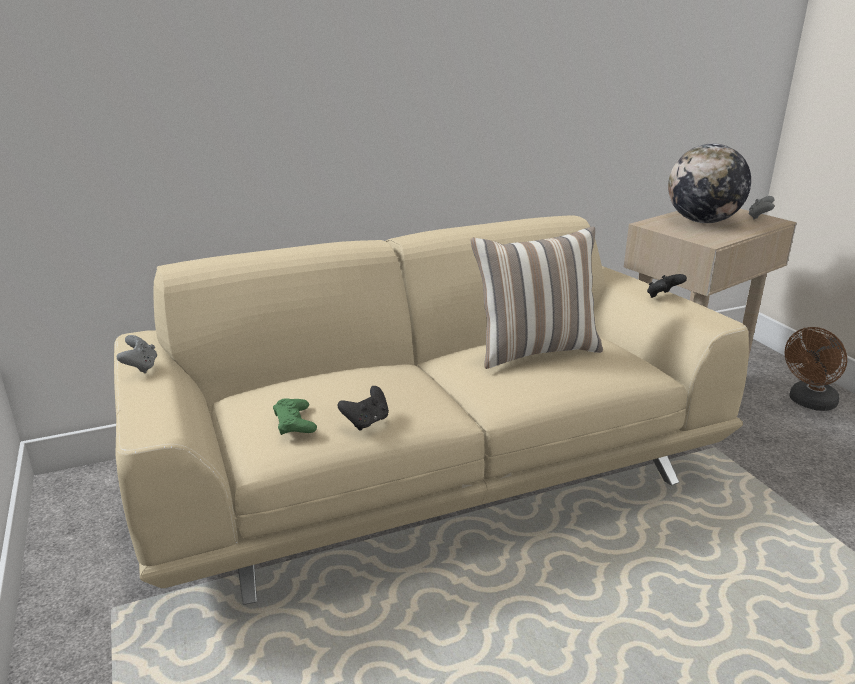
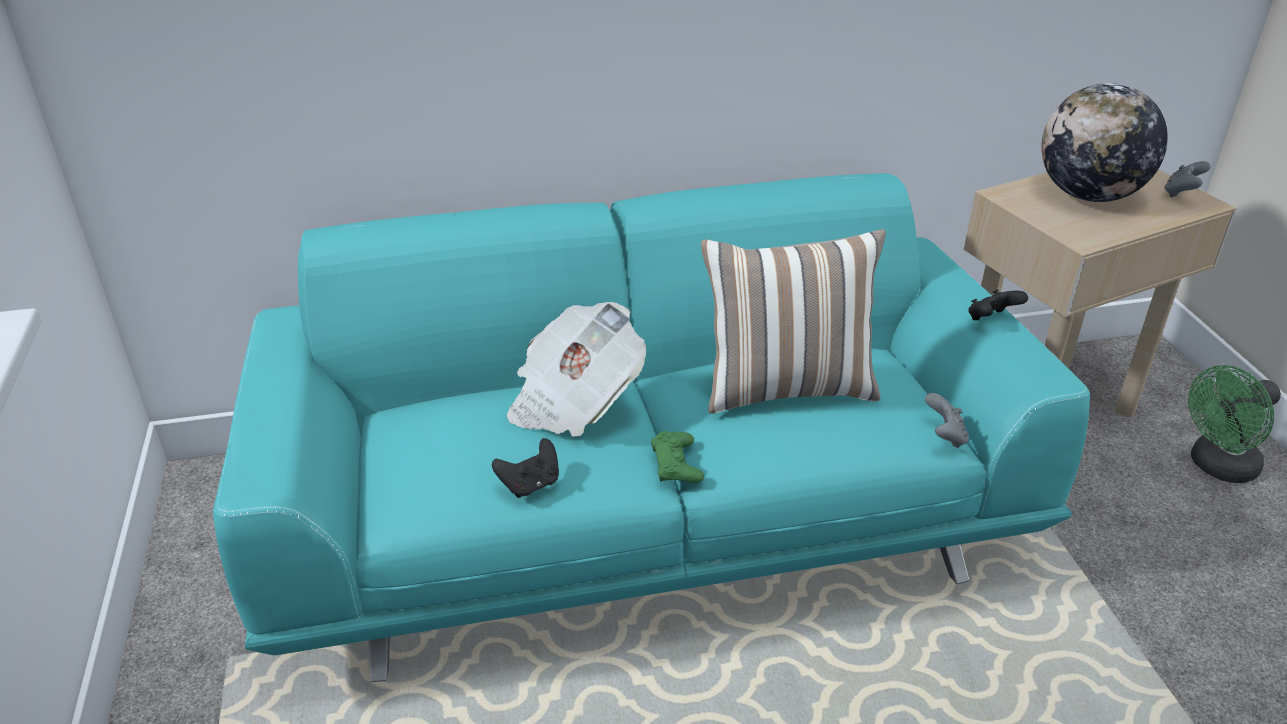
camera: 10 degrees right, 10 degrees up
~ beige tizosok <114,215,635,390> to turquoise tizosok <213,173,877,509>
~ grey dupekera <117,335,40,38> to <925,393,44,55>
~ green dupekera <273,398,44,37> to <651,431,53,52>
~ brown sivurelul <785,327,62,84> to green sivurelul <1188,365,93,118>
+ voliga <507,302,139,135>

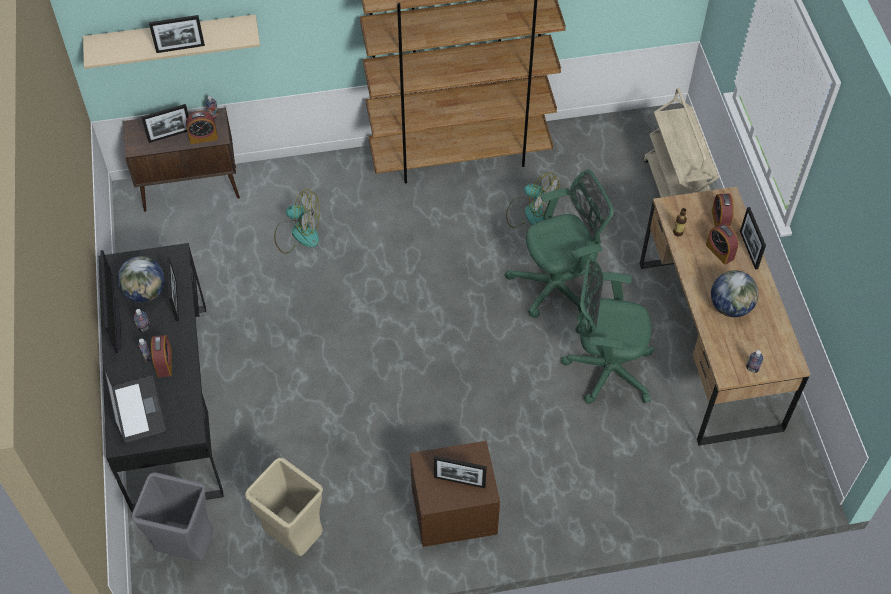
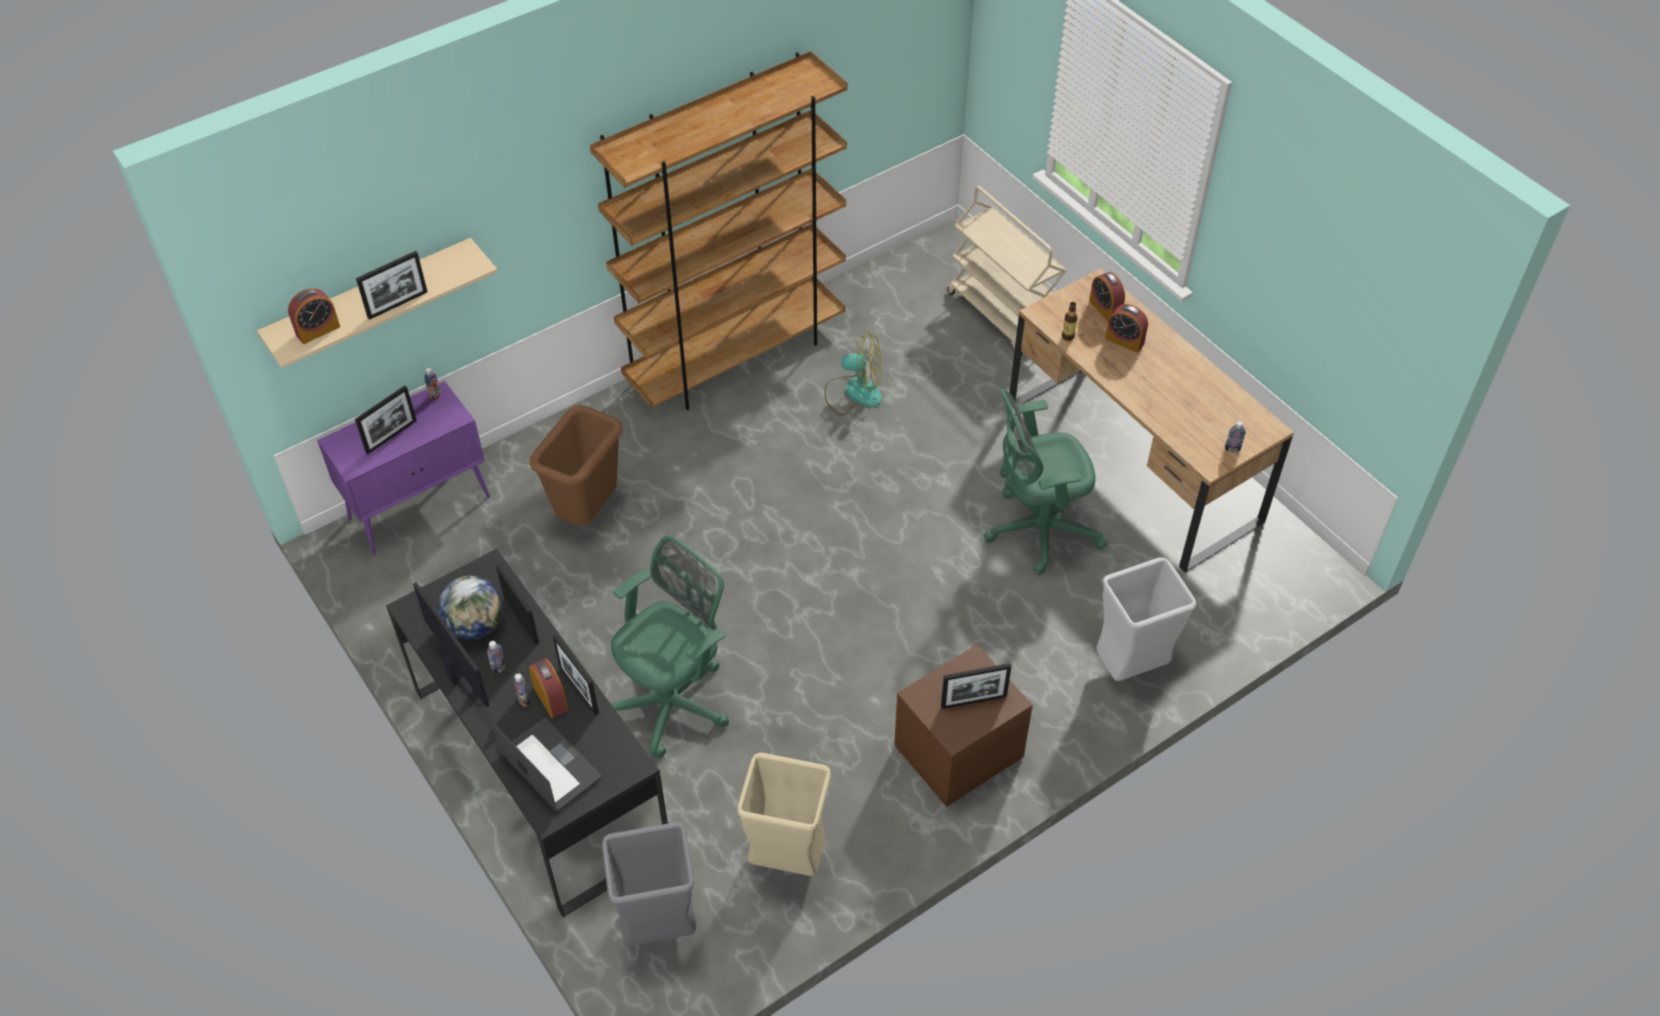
camera: 25 degrees left, 5 degrees down
~ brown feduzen <123,107,117,105> to purple feduzen <317,381,173,174>
~ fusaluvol <186,111,32,33> to <288,288,52,56>
~ sivurelul <274,189,46,65> to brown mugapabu <530,405,92,120>
~ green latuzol <505,170,109,148> to <611,535,118,223>
- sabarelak <711,271,48,46>
~ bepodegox <740,207,26,63> to <553,634,46,81>
+ grey mugapabu <1097,557,100,124>

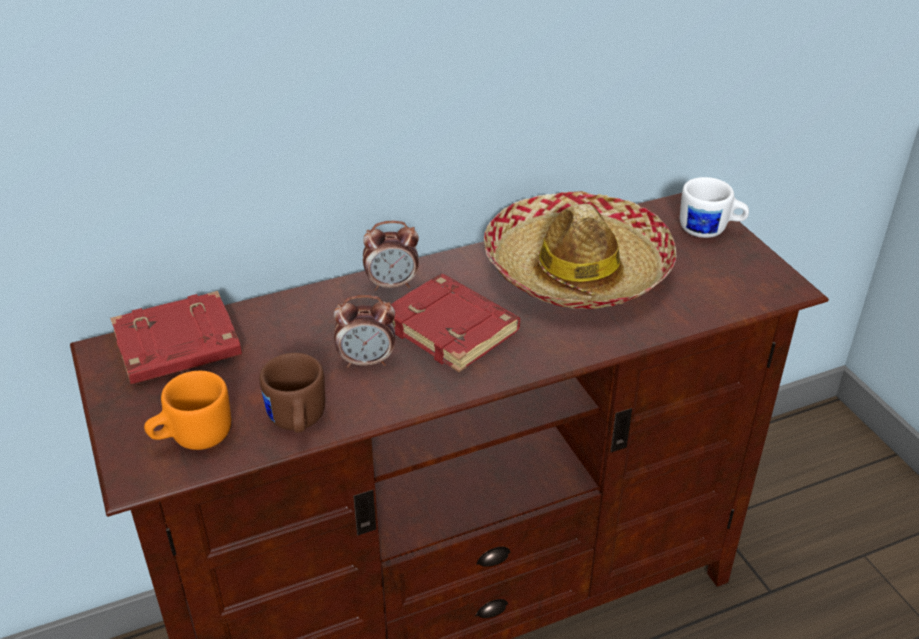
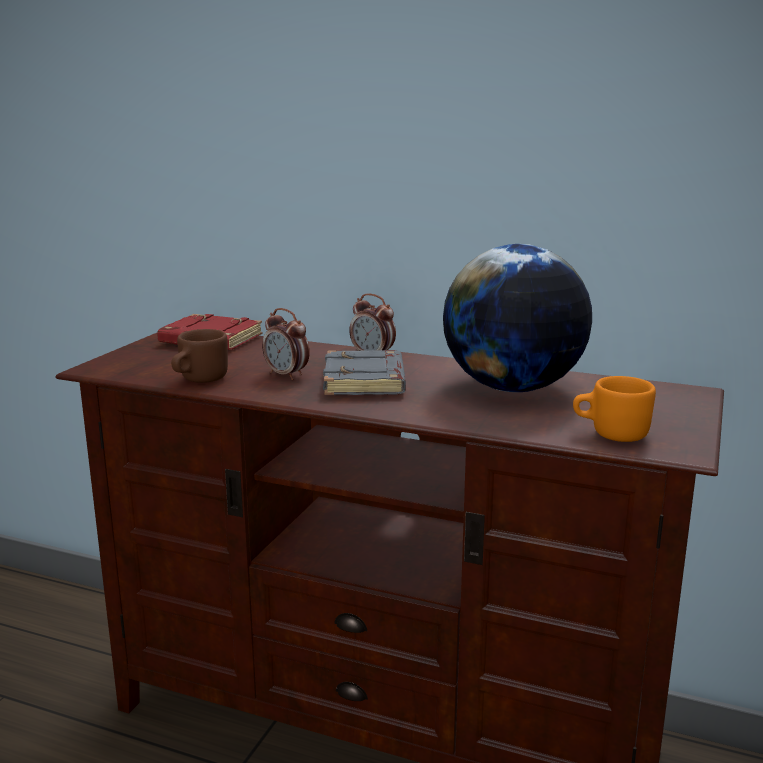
camera: 45 degrees right, 20 degrees down
~ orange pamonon <144,371,87,79> to <573,376,83,66>
~ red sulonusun <391,274,129,98> to grey sulonusun <323,350,83,45>
~ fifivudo <484,191,192,118> to sabarelak <443,244,149,148>
- white pamonon <680,177,69,61>

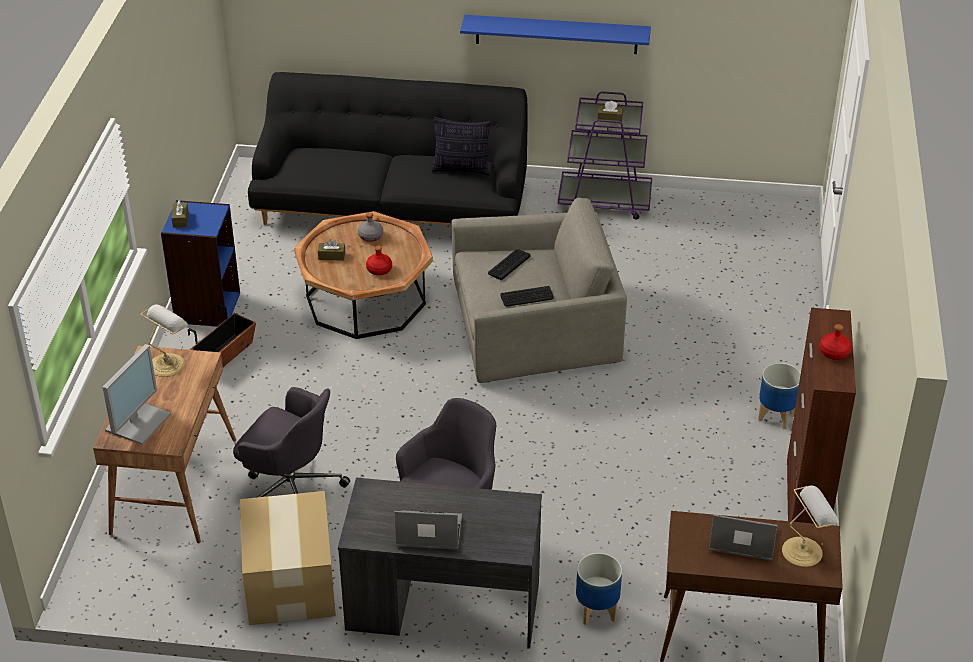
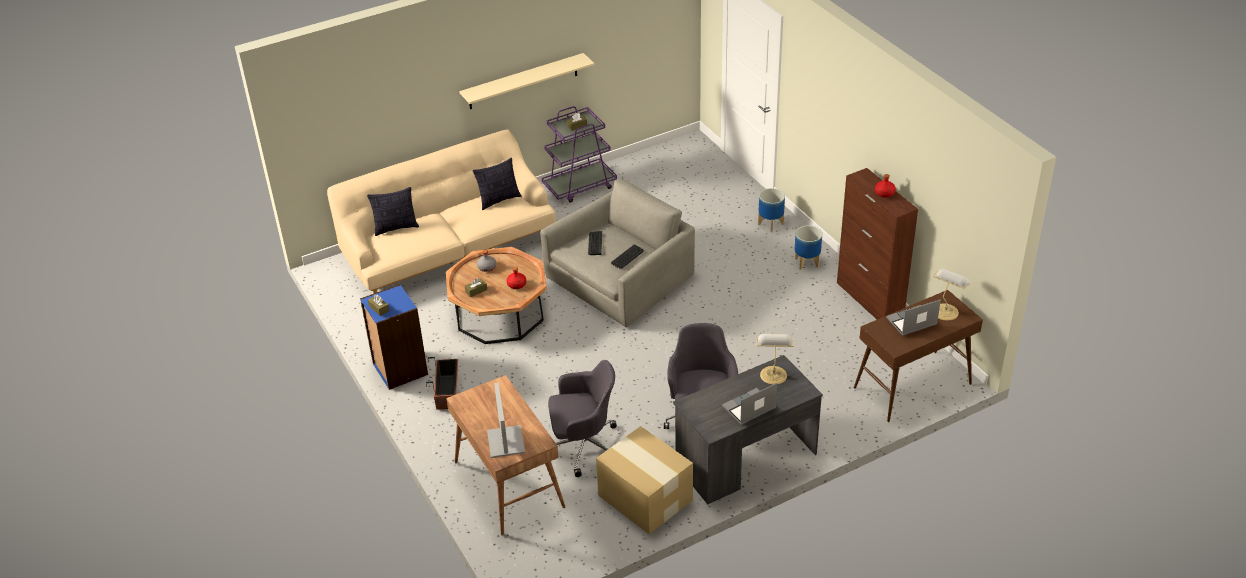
camera: 35 degrees left, 0 degrees up
~ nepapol <141,305,47,72> to <756,334,38,51>
~ black tizosok <248,72,280,153> to beige tizosok <327,130,229,164>
~ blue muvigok <460,15,191,39> to beige muvigok <459,53,136,56>
~ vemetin <576,553,46,72> to <758,188,27,44>
+ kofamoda <367,187,52,49>

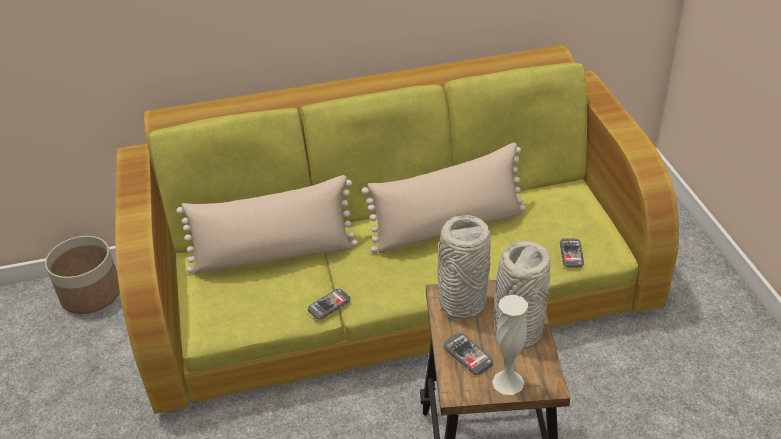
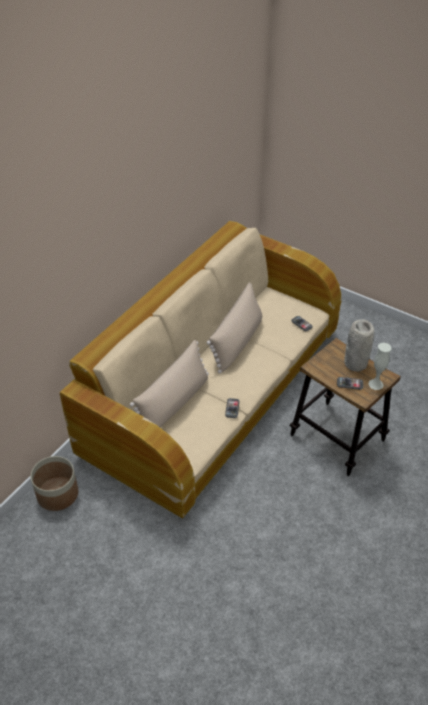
camera: 45 degrees left, 5 degrees up
~ green tizosok <115,45,564,369> to beige tizosok <60,221,282,297>
- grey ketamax <437,215,54,104>

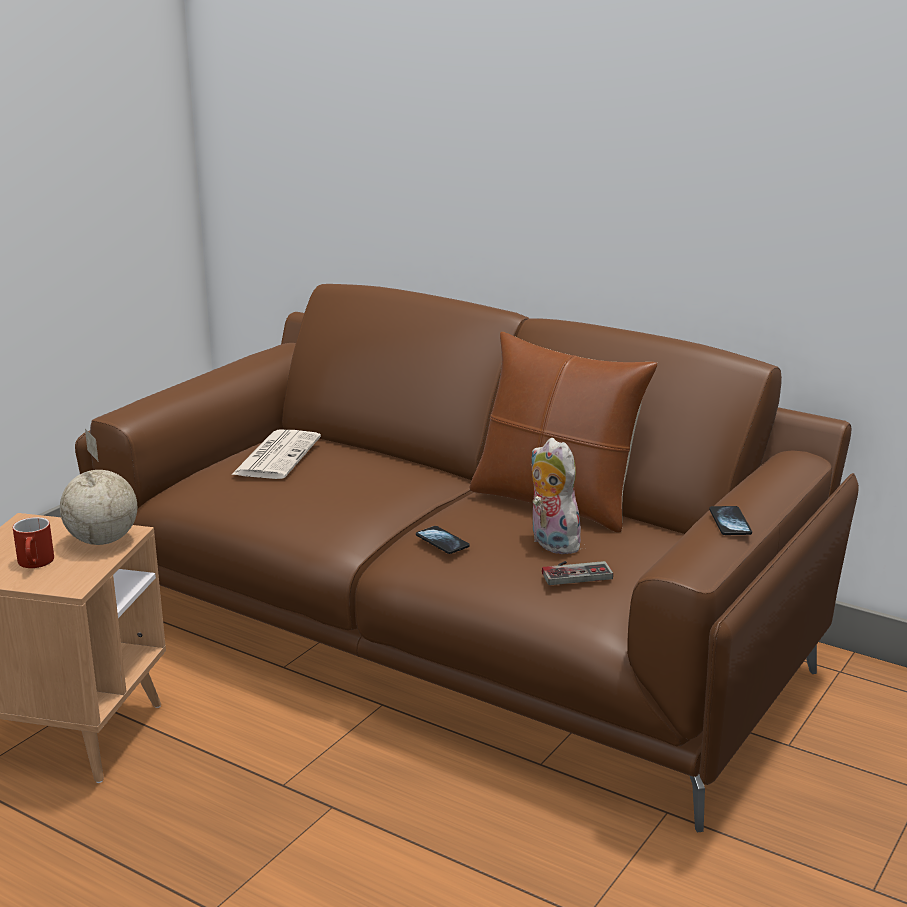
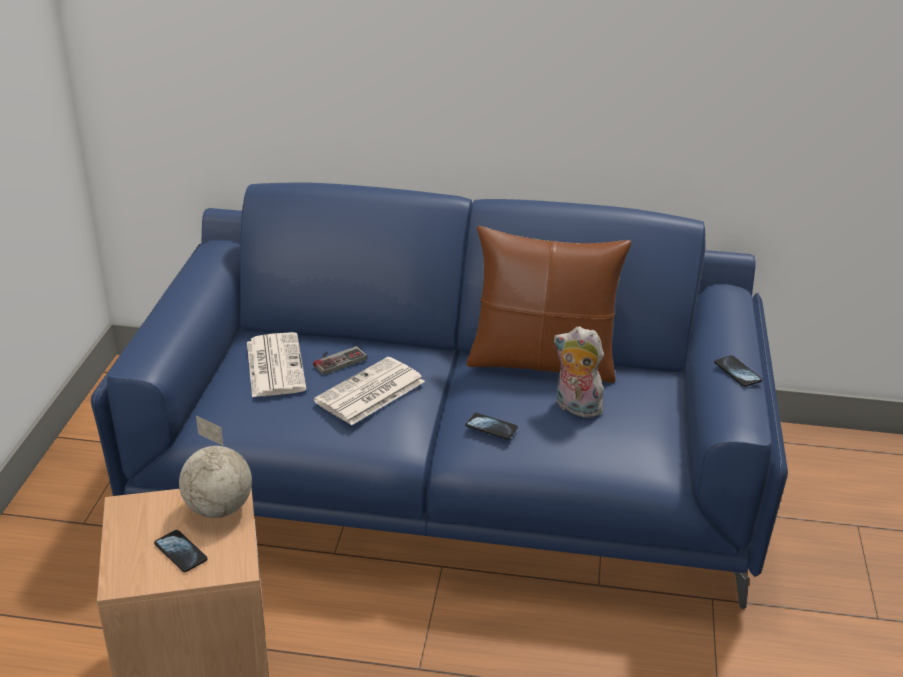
camera: 25 degrees left, 10 degrees up
~ red pamonon <13,517,41,51> to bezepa <154,530,54,42>
~ brown tizosok <75,284,784,548> to blue tizosok <91,183,697,426>
~ dupekera <542,561,71,24> to <313,346,54,29>
+ voliga <314,357,111,68>

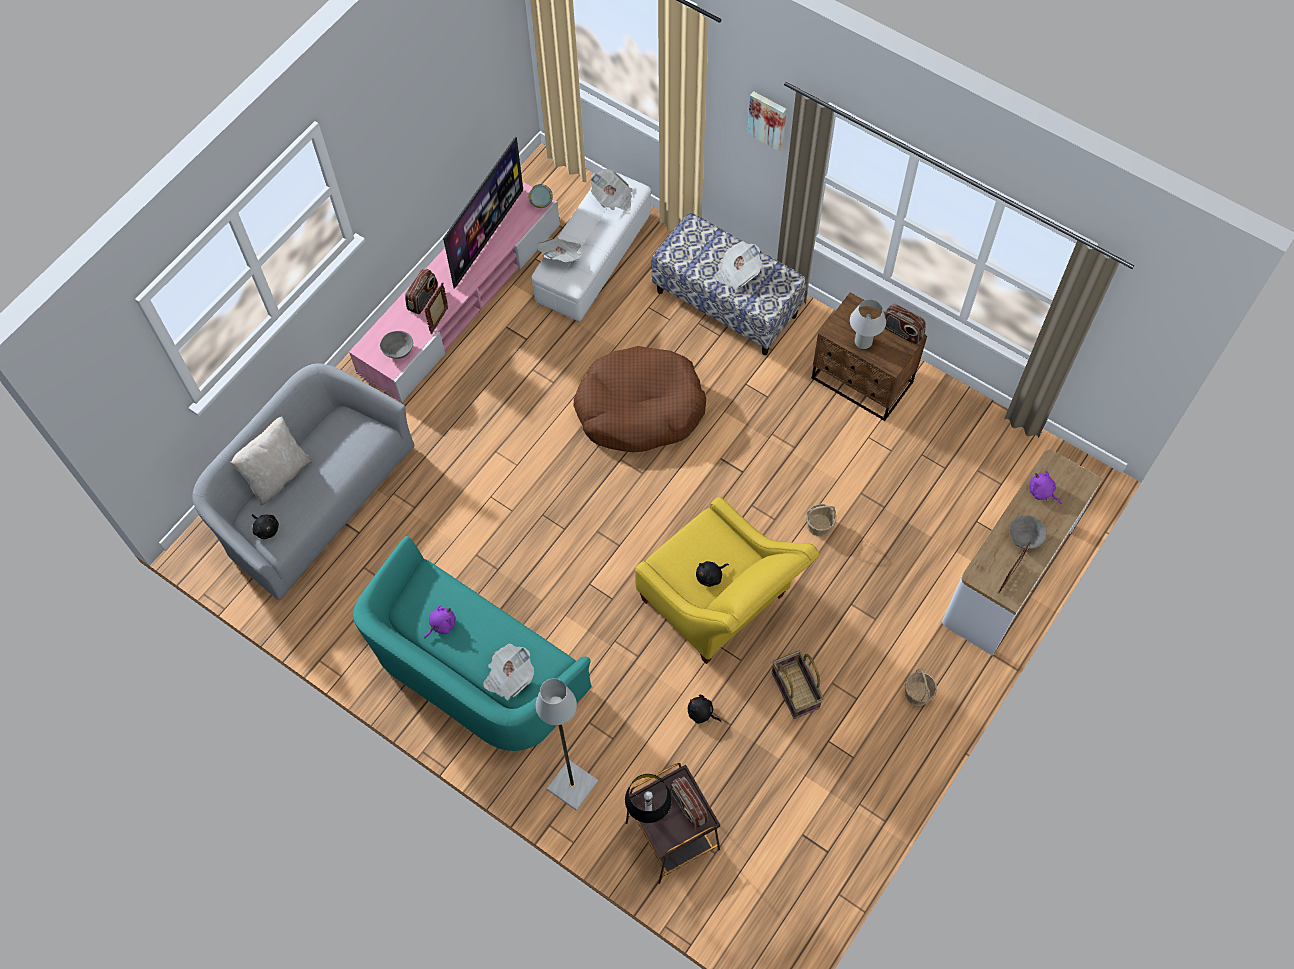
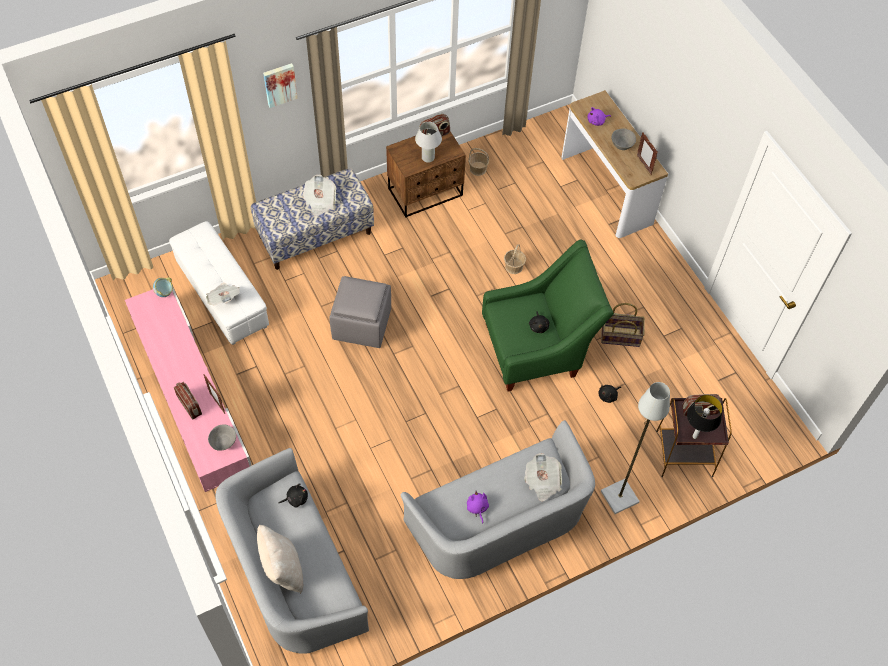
camera: 65 degrees left, 5 degrees down
~ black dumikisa <252,514,27,25> to <279,484,29,24>
~ turquoise tizosok <353,536,238,215> to grey tizosok <401,420,194,159>
- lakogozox <443,137,80,152>
~ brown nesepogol <573,346,133,106> to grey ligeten <329,276,62,72>
- voliga <590,169,43,42>
~ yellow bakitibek <635,497,184,167> to green bakitibek <482,240,132,151>
~ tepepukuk <905,668,32,38> to <468,148,21,28>

